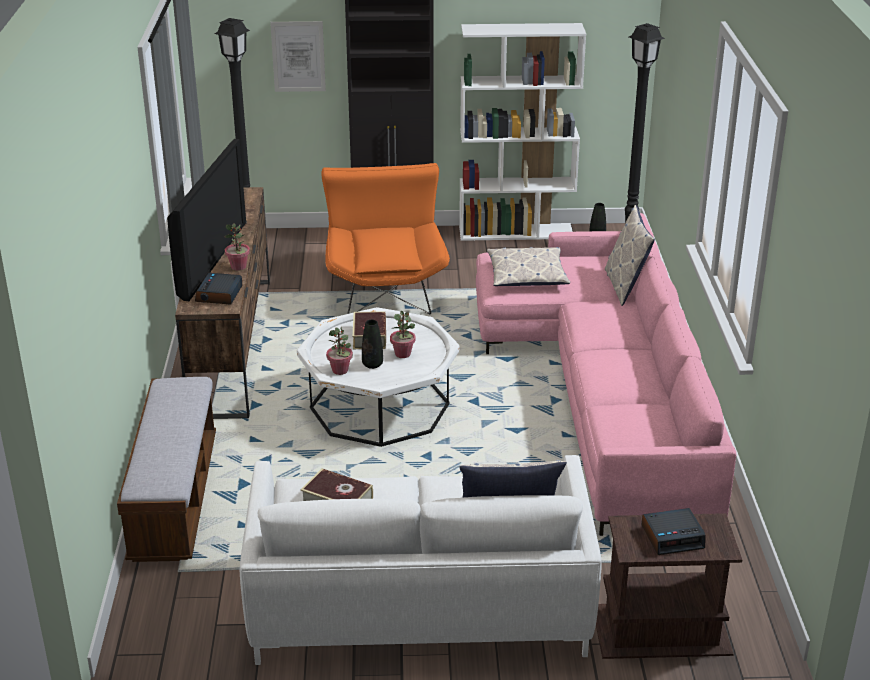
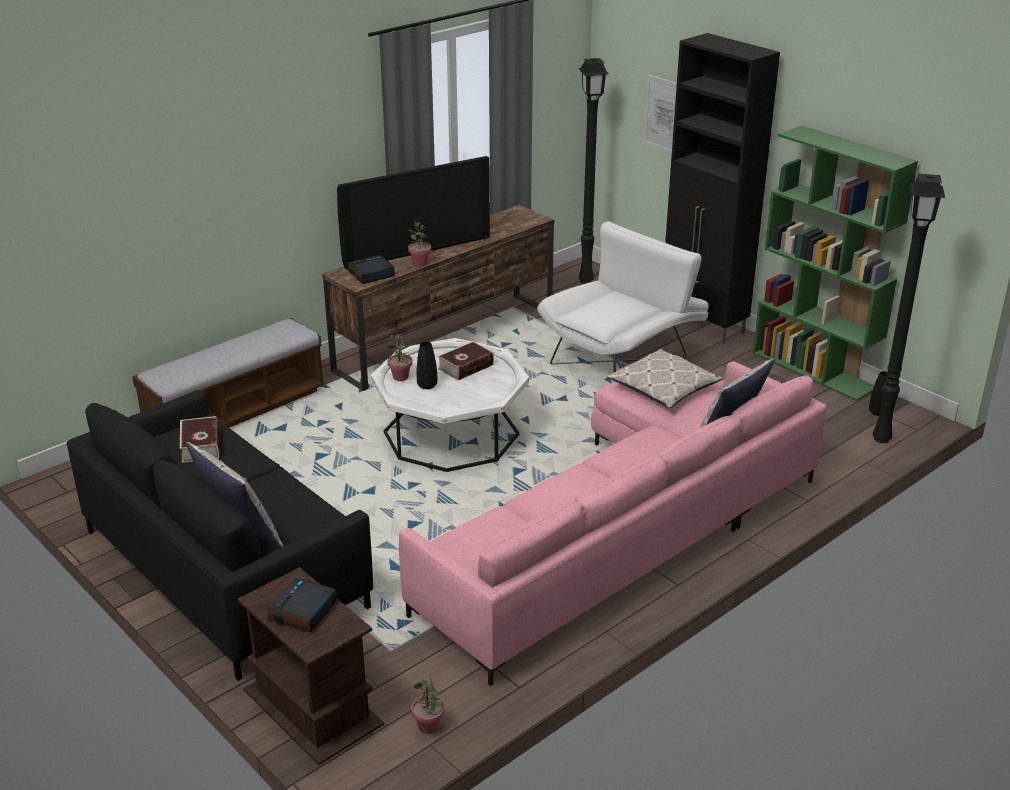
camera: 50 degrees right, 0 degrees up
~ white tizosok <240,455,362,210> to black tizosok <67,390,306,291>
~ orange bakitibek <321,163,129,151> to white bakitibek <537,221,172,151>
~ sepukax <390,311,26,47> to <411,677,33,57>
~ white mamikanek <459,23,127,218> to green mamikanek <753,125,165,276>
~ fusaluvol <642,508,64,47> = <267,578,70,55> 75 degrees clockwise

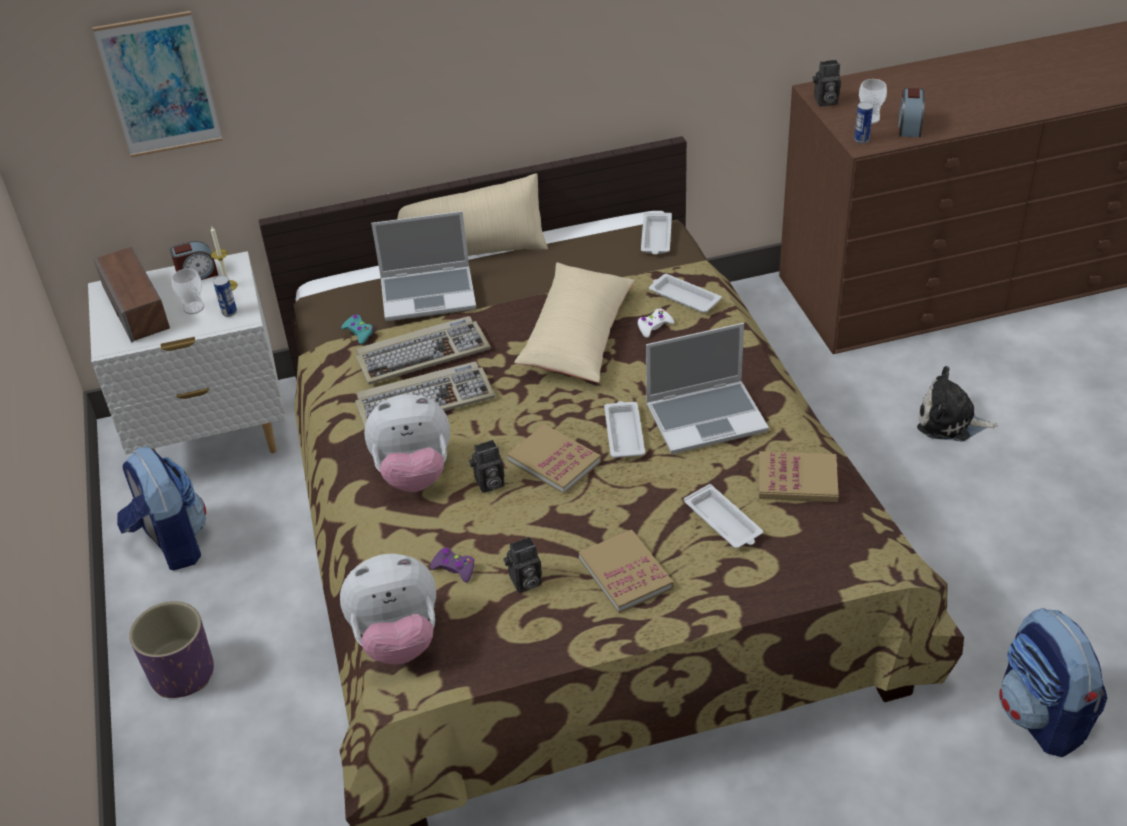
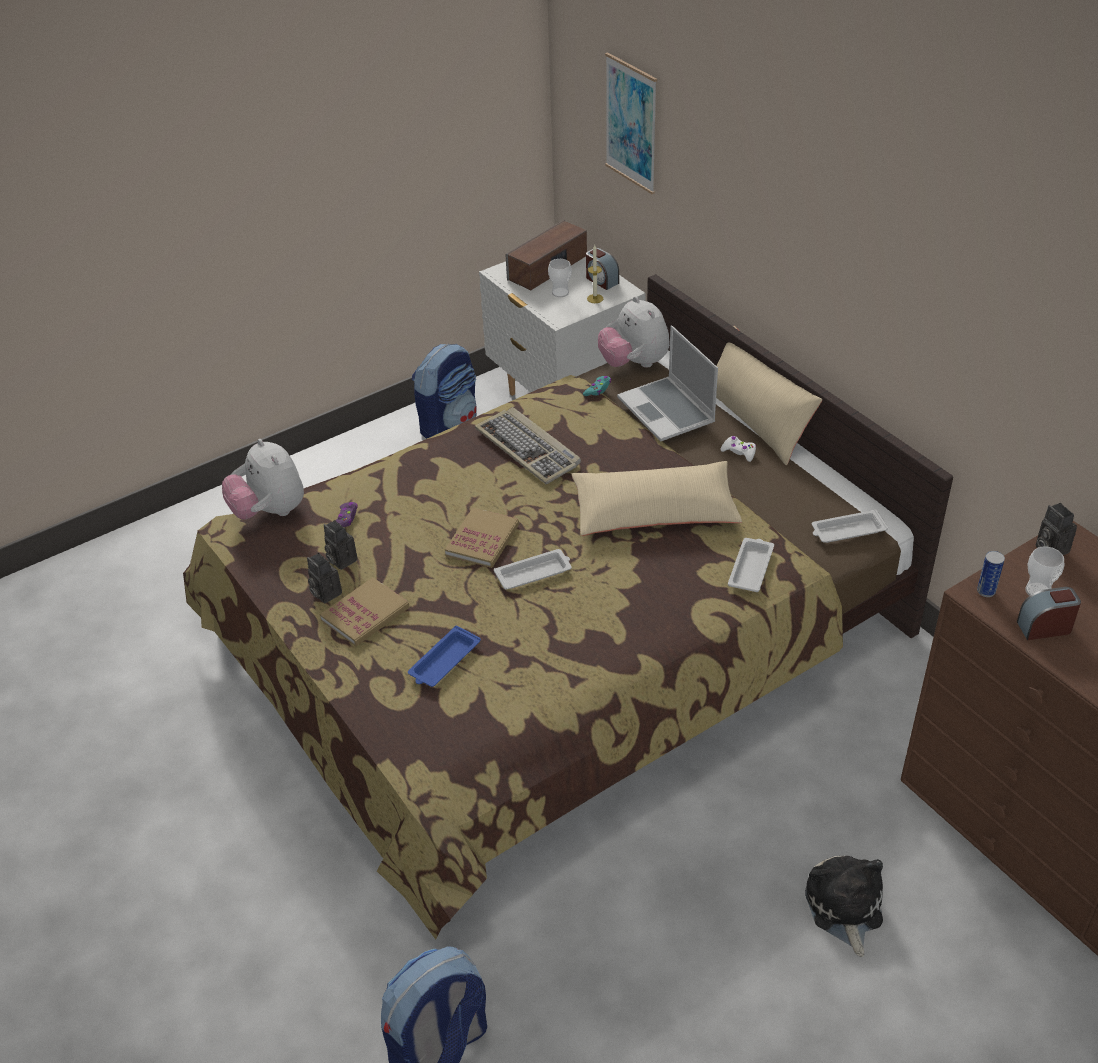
camera: 70 degrees right, 0 degrees up
- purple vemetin <129,601,85,97>
- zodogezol <213,276,24,41>
- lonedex <356,316,135,69>
~ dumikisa <364,394,86,98> to <598,296,72,72>
~ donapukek <469,440,36,53> to <307,553,35,50>
~ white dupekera <637,308,37,30> to <720,436,36,26>
- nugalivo <646,323,123,131>
~ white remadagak <684,484,79,64> to blue remadagak <408,625,73,62>
- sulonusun <759,451,80,51>

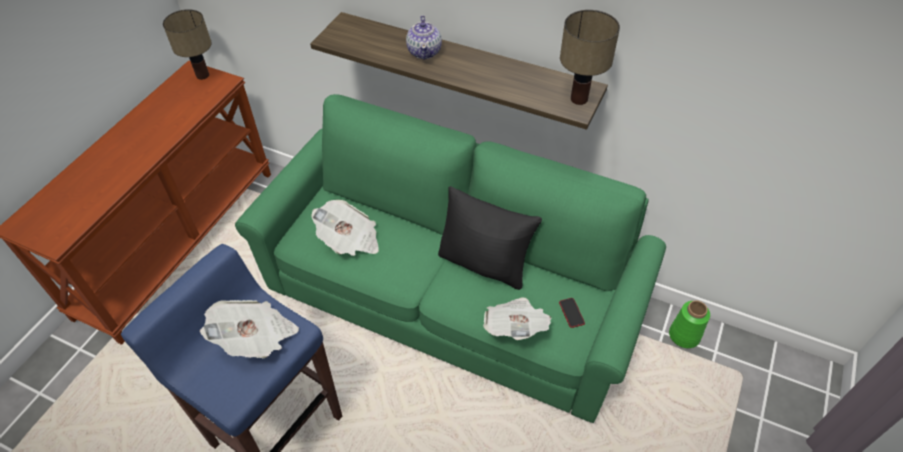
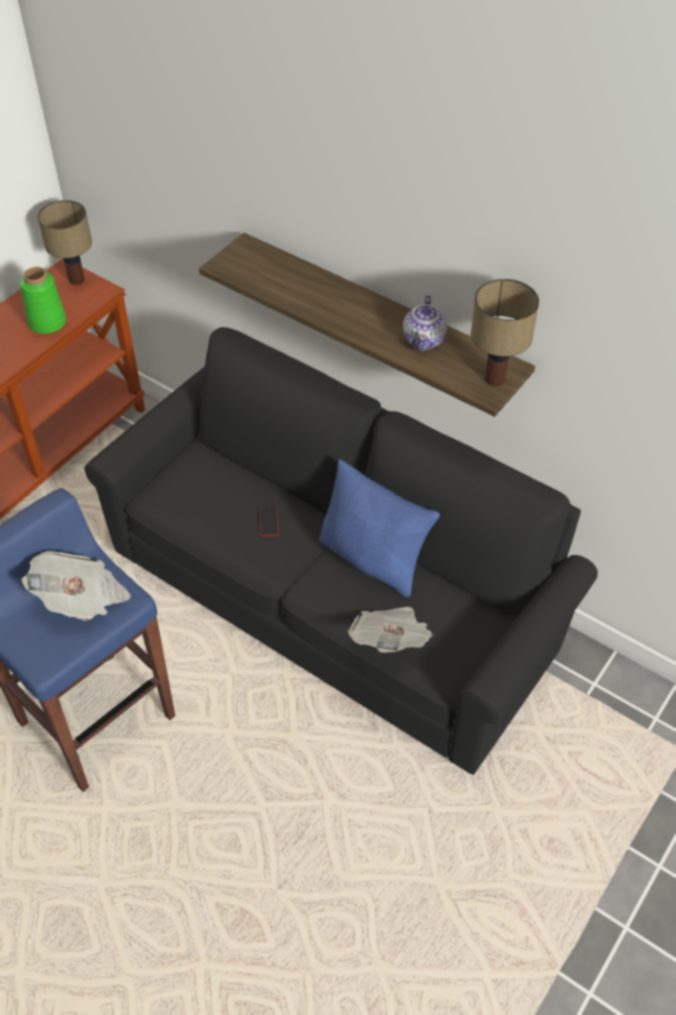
camera: 10 degrees right, 0 degrees up
~ green tizosok <235,94,431,329> to black tizosok <84,327,514,448>
- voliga <311,200,68,56>
~ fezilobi <406,15,36,45> to <403,295,44,56>
~ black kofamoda <438,186,104,104> to blue kofamoda <319,459,121,138>
~ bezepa <559,298,26,30> to <259,506,20,31>
~ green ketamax <669,300,41,48> to <20,267,46,67>

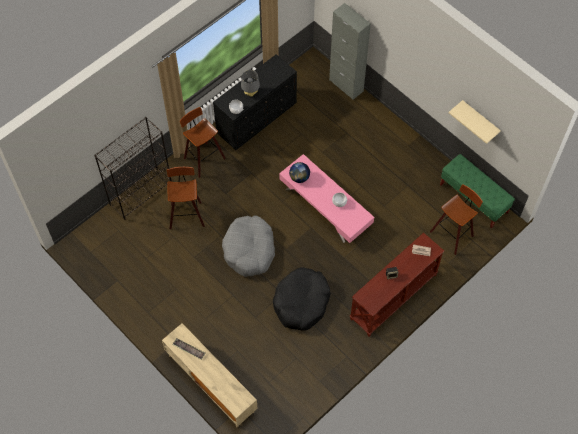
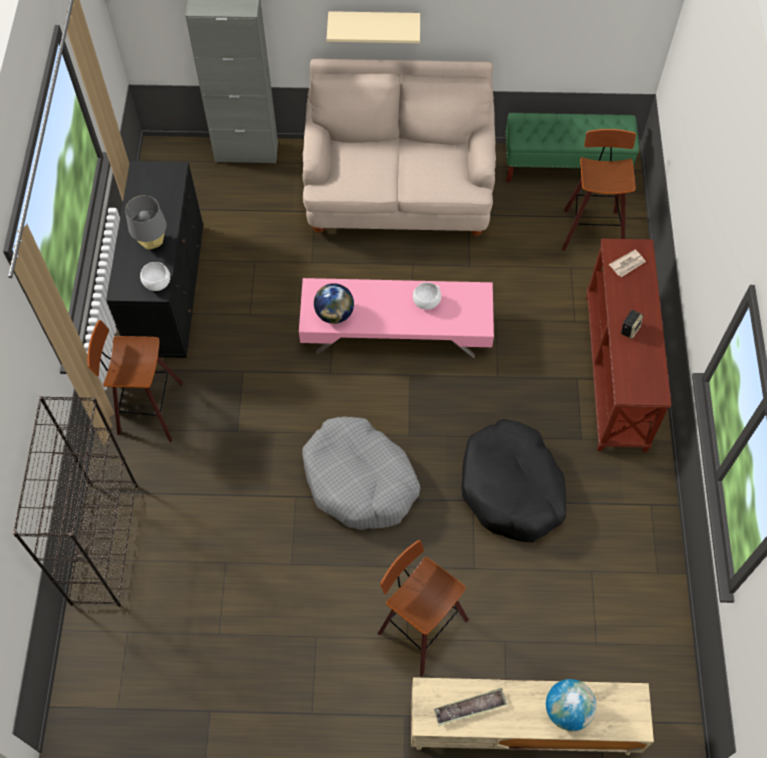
camera: 45 degrees left, 0 degrees up
~ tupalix <167,167,38,62> to <377,540,92,137>
~ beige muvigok <449,100,52,44> to <327,11,93,32>
+ beige tizosok <302,59,194,178>
+ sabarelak <546,679,50,52>

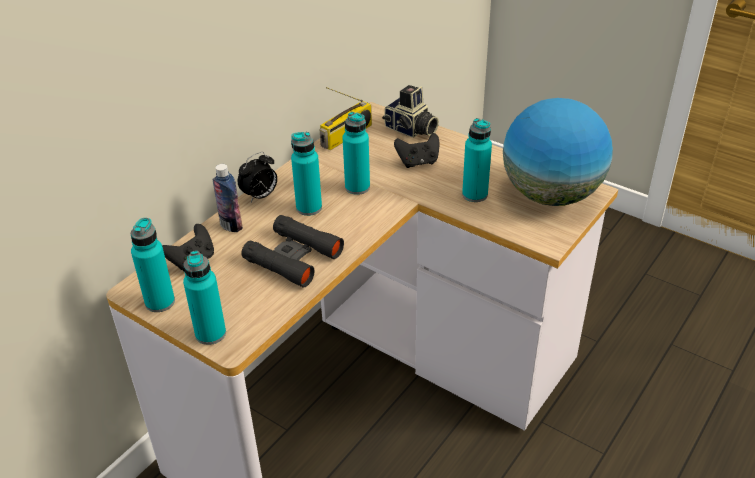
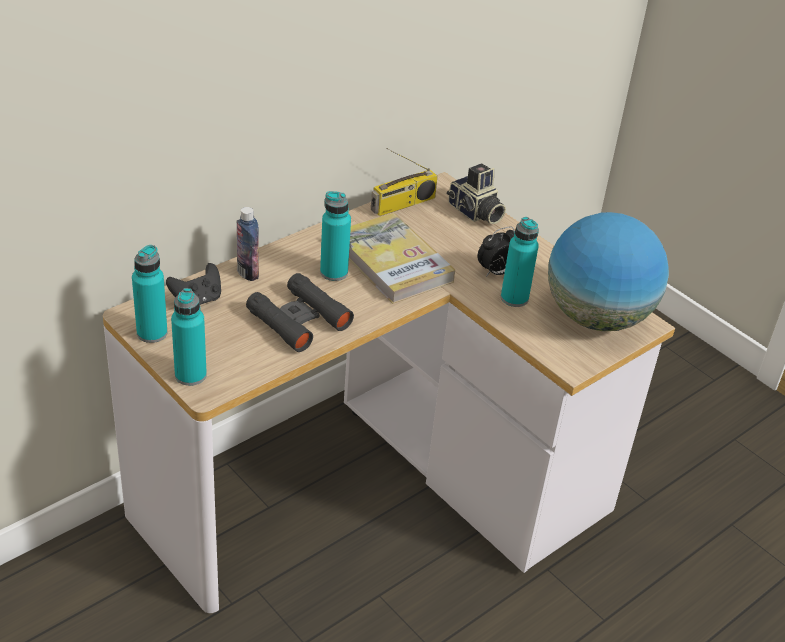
camera: 10 degrees right, 0 degrees up
~ fusaluvol <238,152,39,50> to <477,227,38,50>
~ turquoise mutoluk <342,112,28,83> to sulonusun <349,213,106,91>
- black dupekera <394,133,45,35>

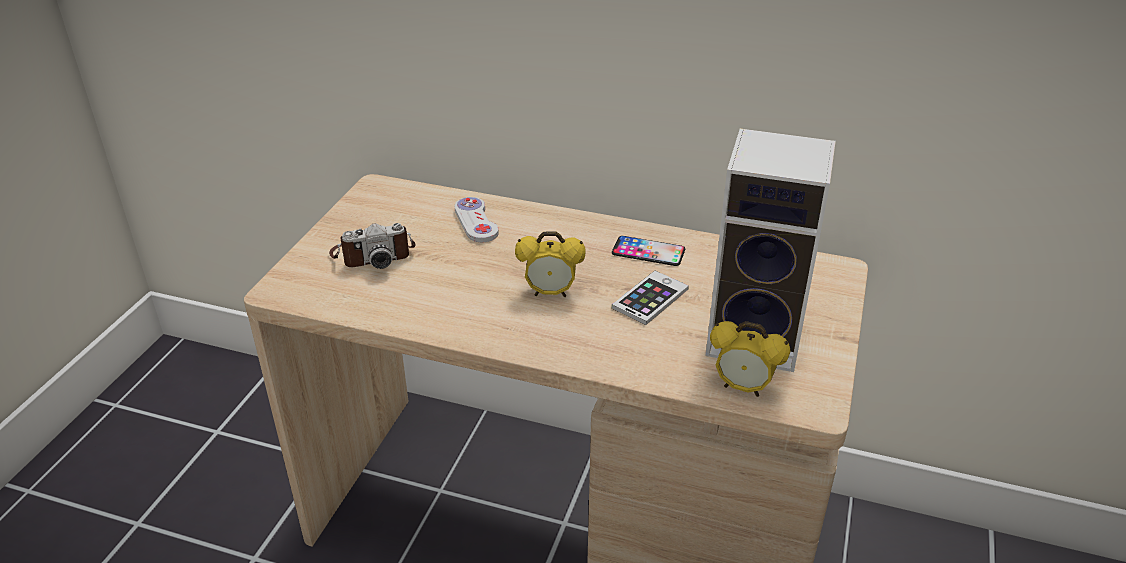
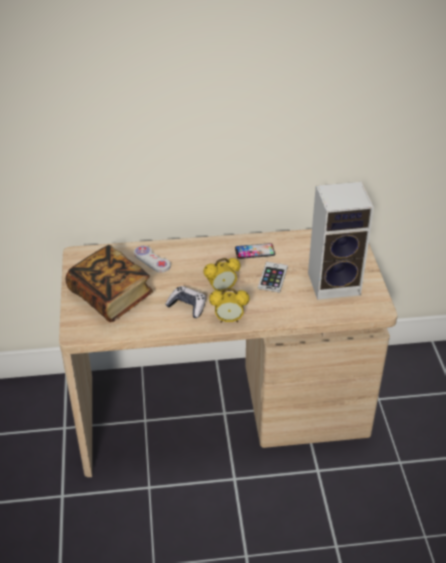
camera: 25 degrees left, 5 degrees up
~ donapukek <329,223,86,46> to sulonusun <66,245,87,77>
~ fusaluvol <710,321,80,76> to <209,288,40,35>
+ dupekera <165,286,41,32>

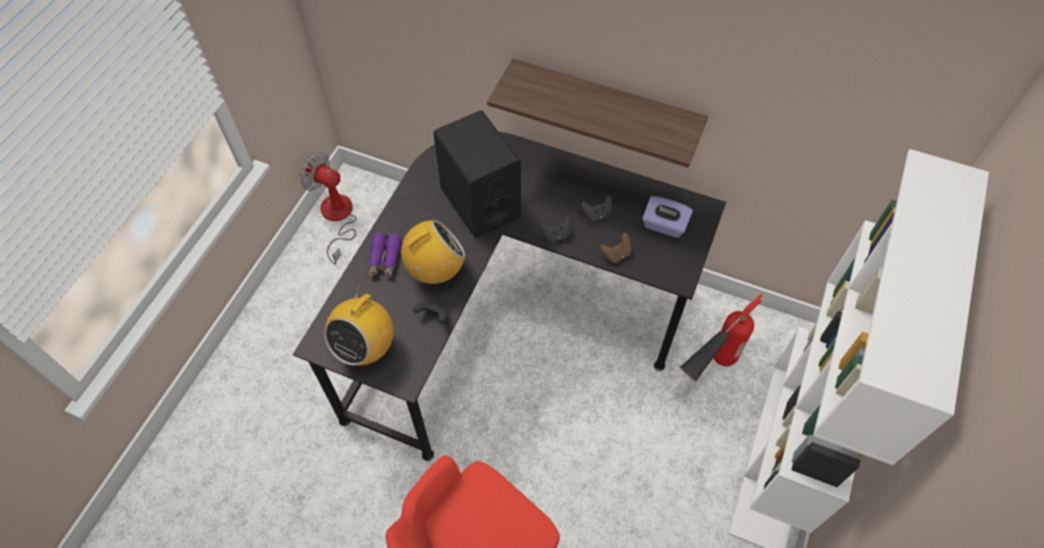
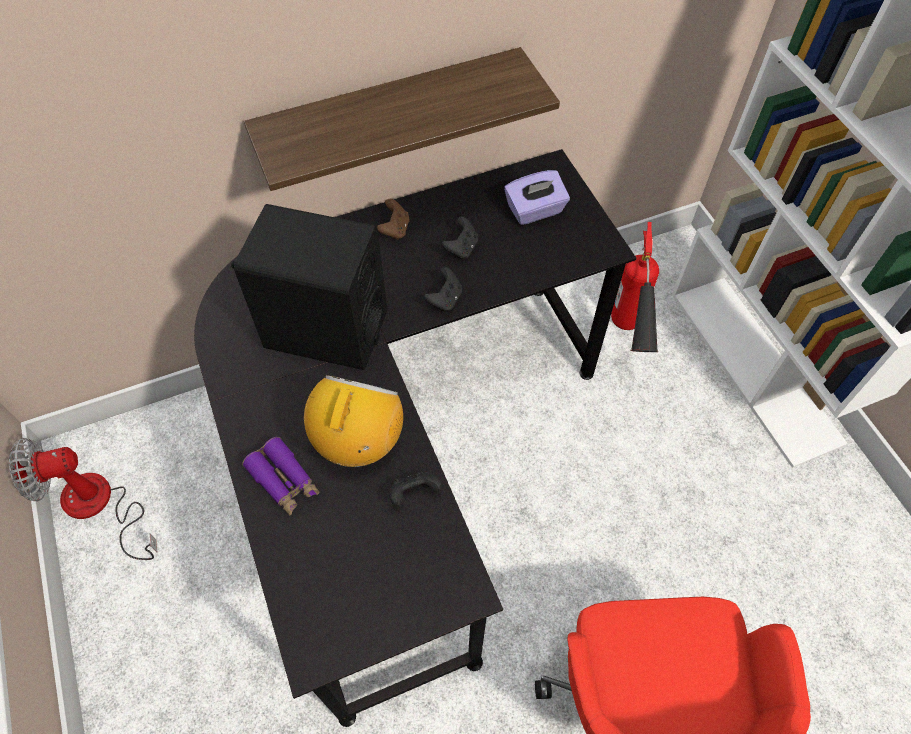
camera: 45 degrees left, 0 degrees up
- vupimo <324,283,70,82>
~ brown dupekera <600,233,31,30> to <377,199,33,41>

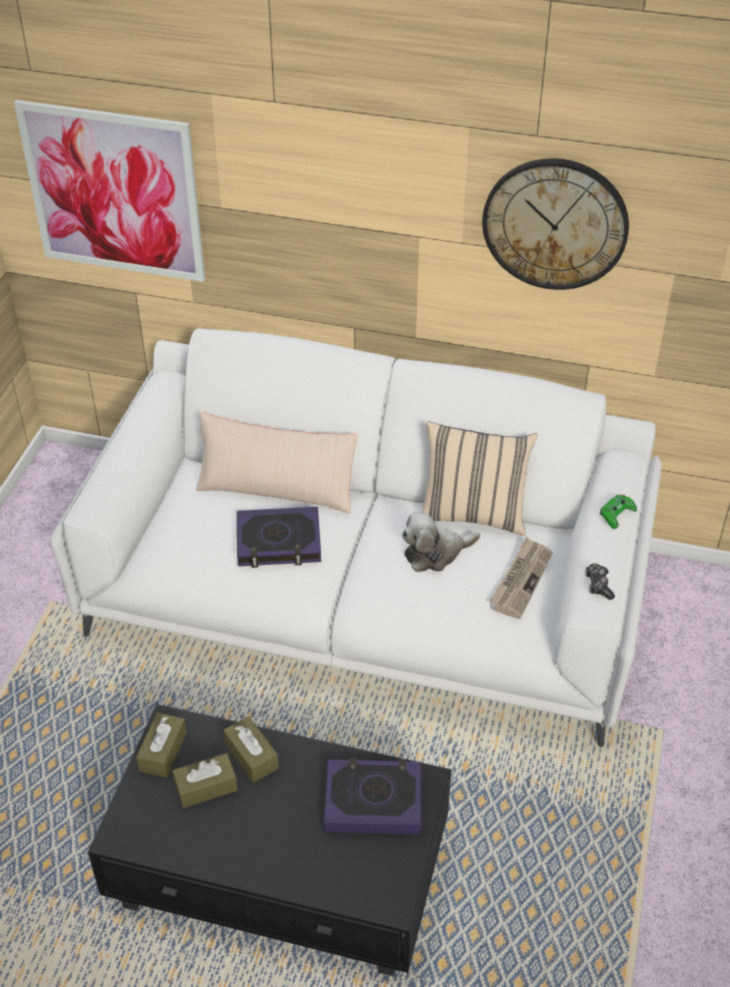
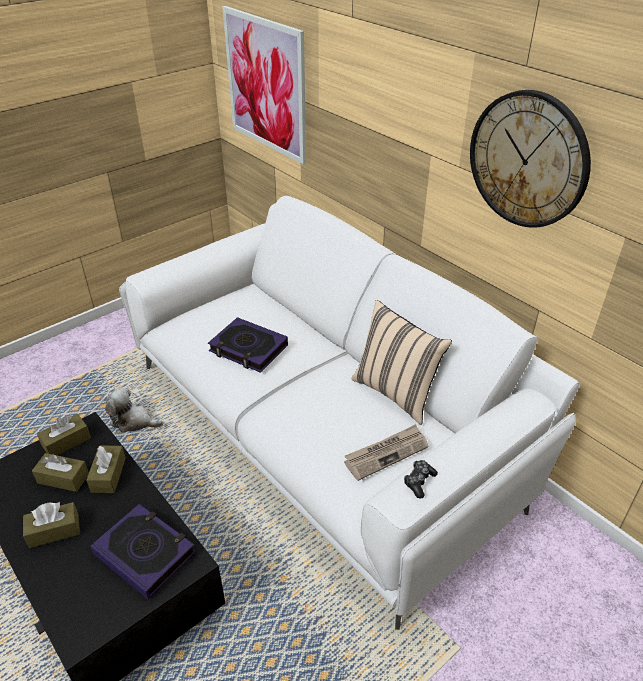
camera: 35 degrees right, 5 degrees down
- beige kofamoda <196,412,162,102>
~ dumikisa <402,511,78,61> to <105,388,58,45>
- green dupekera <600,494,37,35>
+ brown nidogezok <23,502,57,46>

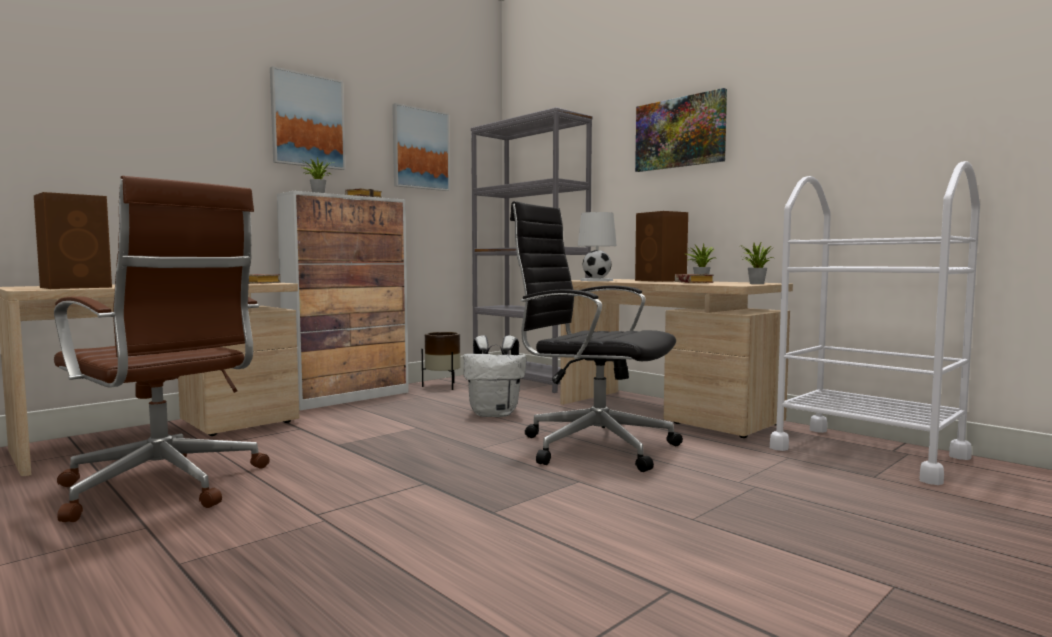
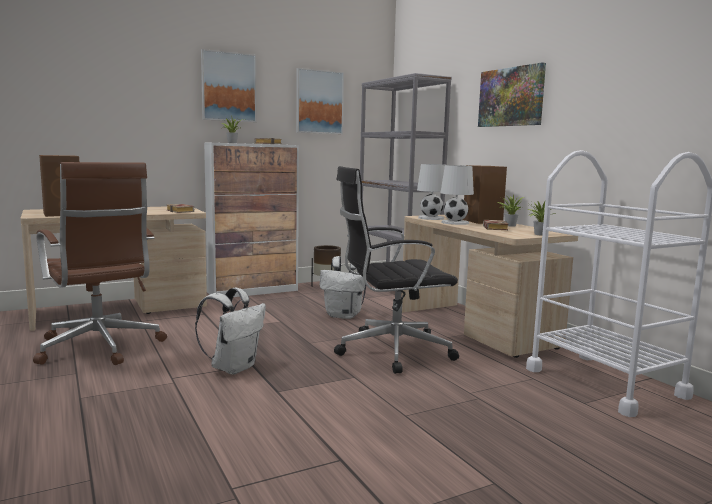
camera: 15 degrees right, 5 degrees up
~ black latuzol <510,201,173,271> = <334,166,125,208> 60 degrees counterclockwise
+ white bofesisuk <195,288,71,87>
+ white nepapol <440,165,34,60>

